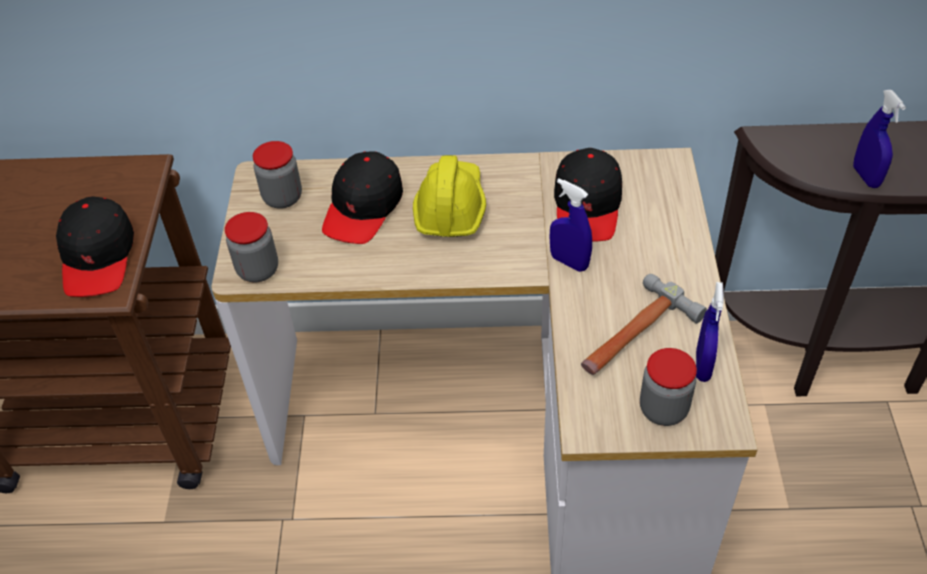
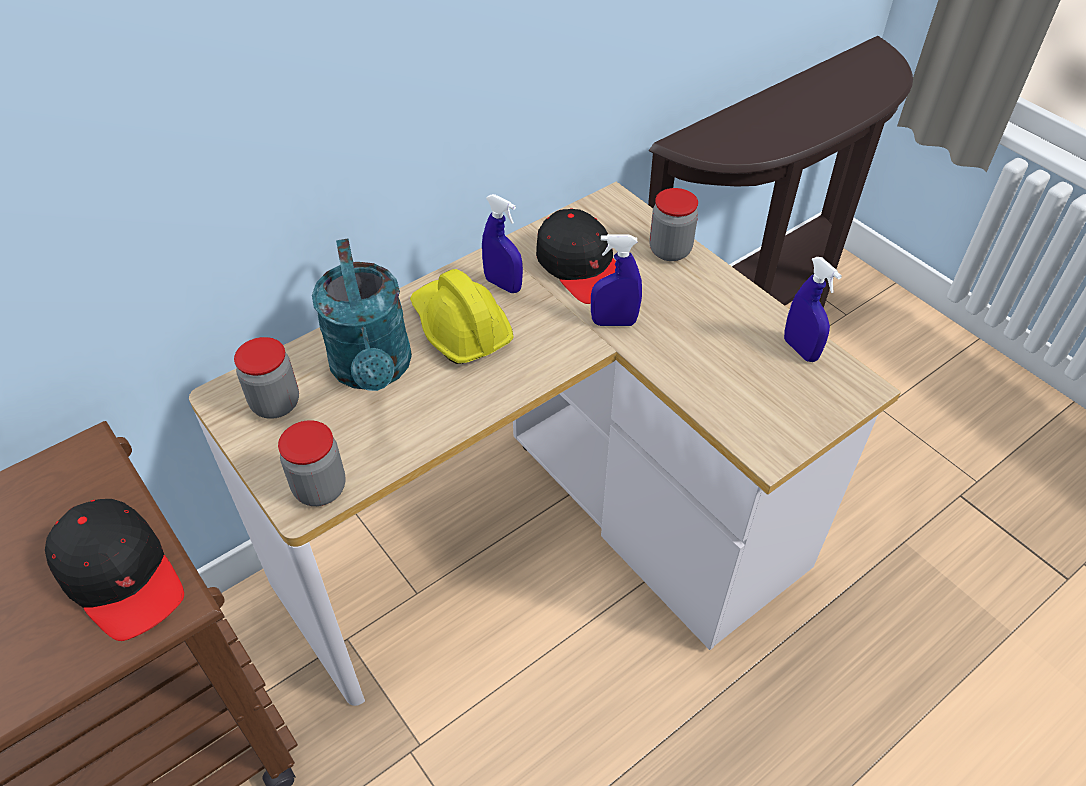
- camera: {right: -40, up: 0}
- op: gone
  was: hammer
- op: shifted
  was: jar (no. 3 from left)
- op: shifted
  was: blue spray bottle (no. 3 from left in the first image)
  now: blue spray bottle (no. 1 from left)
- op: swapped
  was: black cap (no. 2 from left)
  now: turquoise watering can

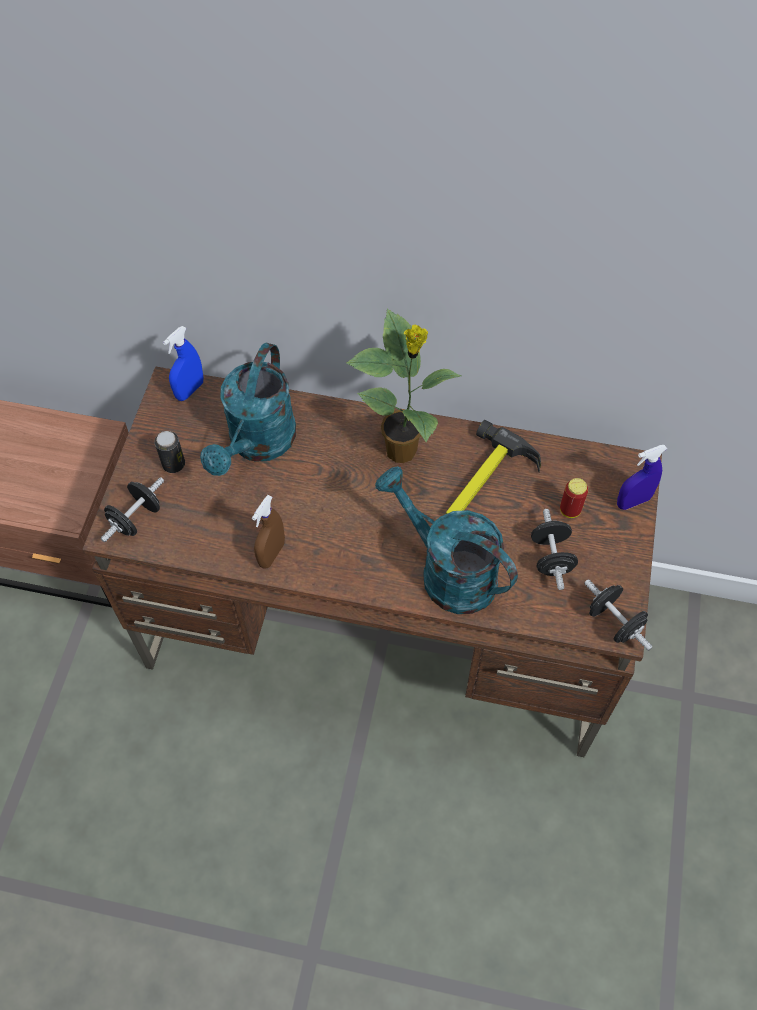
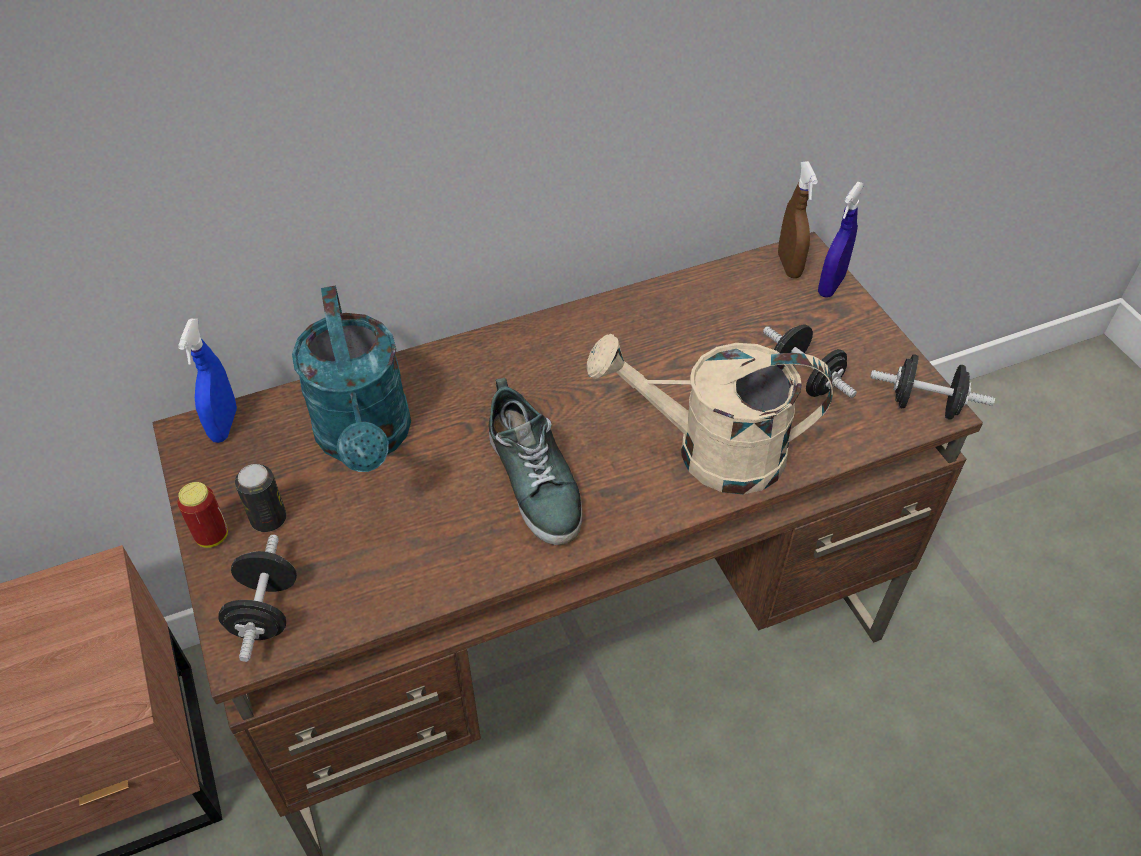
- camera: {right: -35, up: -10}
- op: gone
  was: potted plant
- op: gone
  was: hammer
- op: new
  now: shoe
- op: shifted
  was: brown spray bottle
- op: shifted
  was: can (no. 2 from left in the first image)
  now: can (no. 1 from left)
- op: repainted
  was: turquoise watering can (no. 2 from left)
  now: beige watering can

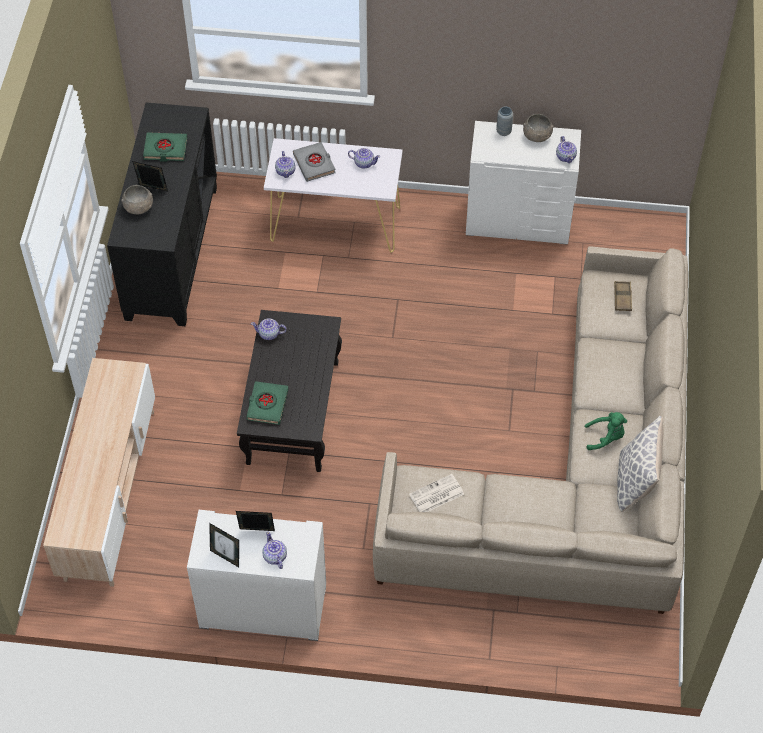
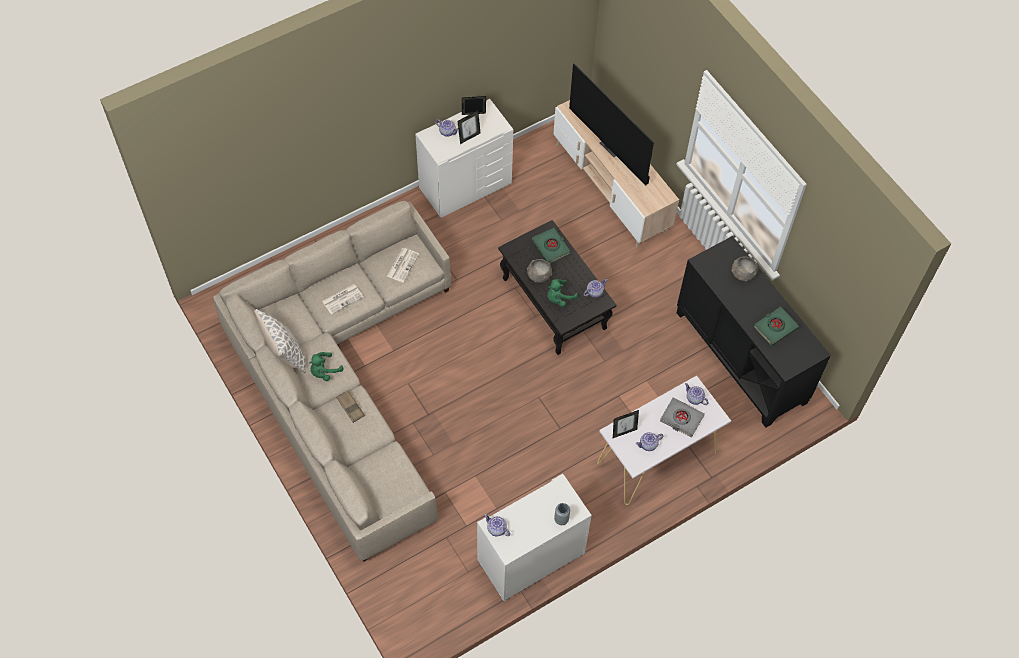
- camera: {right: 140, up: 5}
- op: new
  now: newspaper (no. 1 from left)
- op: new
  now: green plush toy (no. 2 from left)
- op: new
  now: television
- op: shifted
  was: picture frame (no. 1 from left in the first image)
  now: picture frame (no. 3 from left)
- op: shifted
  was: grey bowl (no. 2 from left in the first image)
  now: grey bowl (no. 1 from left)
- op: shifted
  was: brown tray

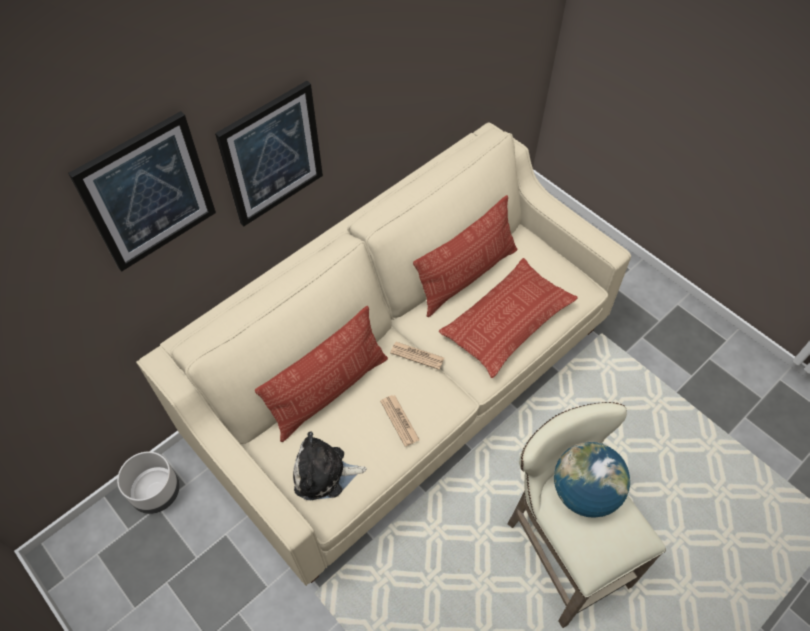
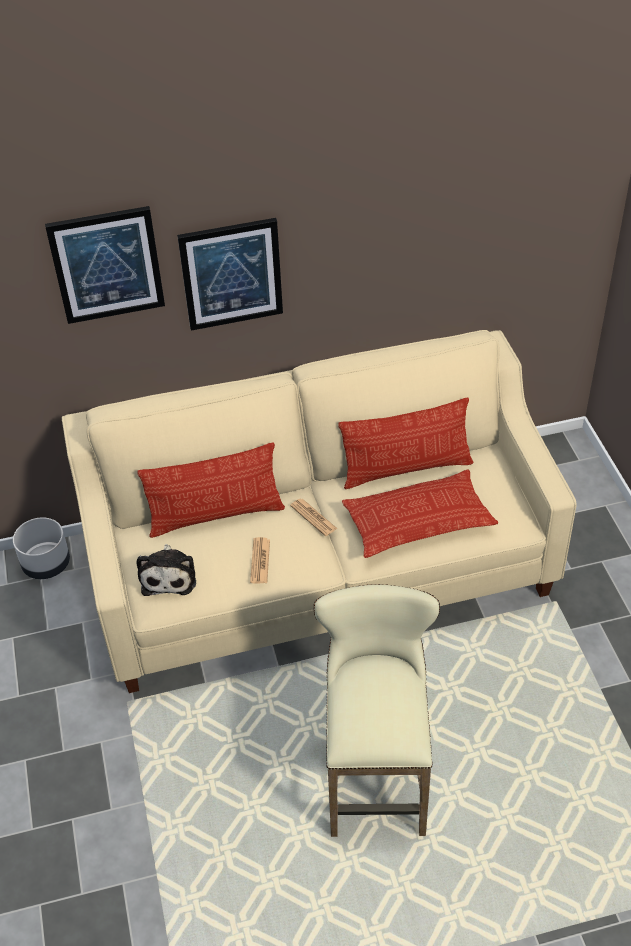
- camera: {right: 30, up: -10}
- op: gone
  was: globe
- op: rotated
  was: plush toy
  clockwise: -120

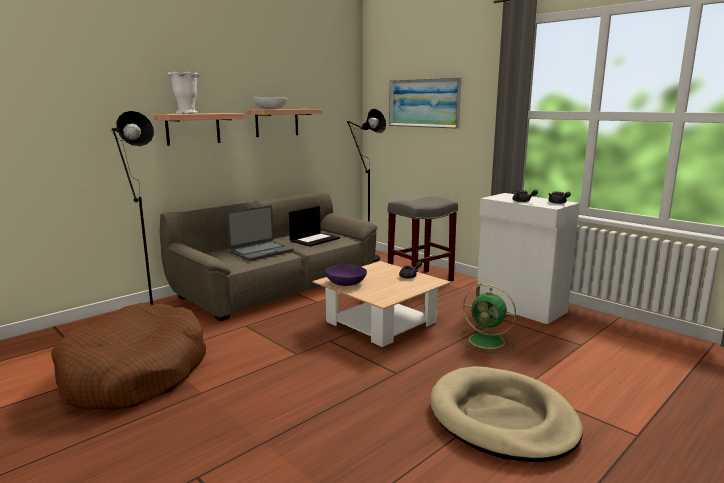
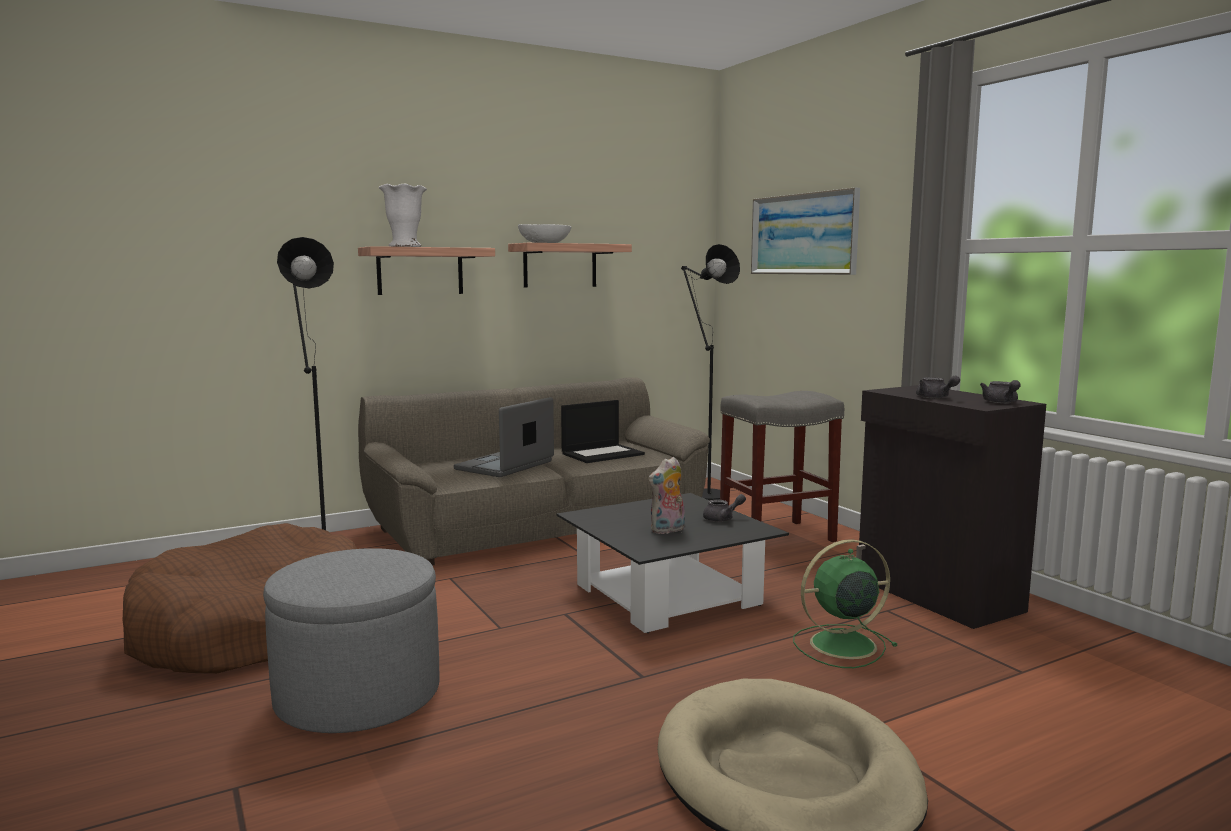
- camera: {right: 15, up: -5}
- op: gone
  was: purple bowl
- op: new
  now: grey ottoman
- op: new
  now: plush toy
- op: repainted
  was: beige coffee table
  now: black coffee table
- op: repainted
  was: white cabinet
  now: black cabinet
- op: rotated
  was: laptop (no. 1 from left)
  clockwise: 150
- op: rotated
  was: green fan
  clockwise: 120

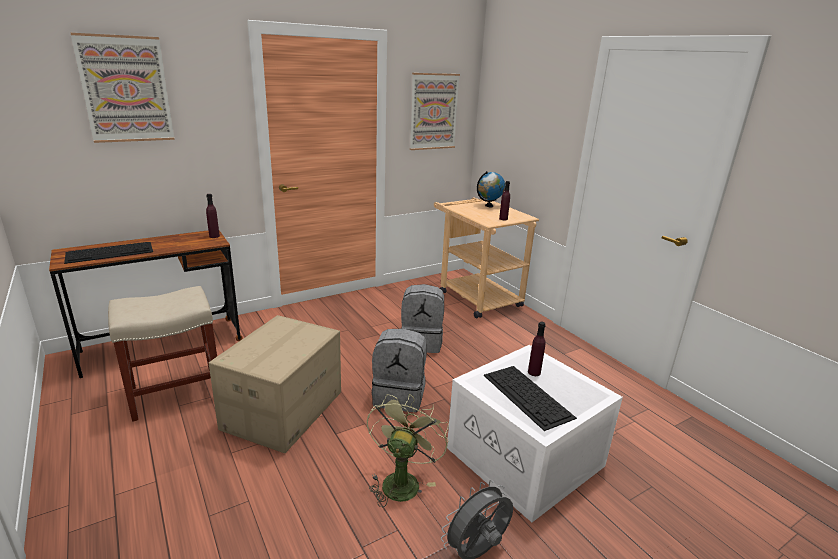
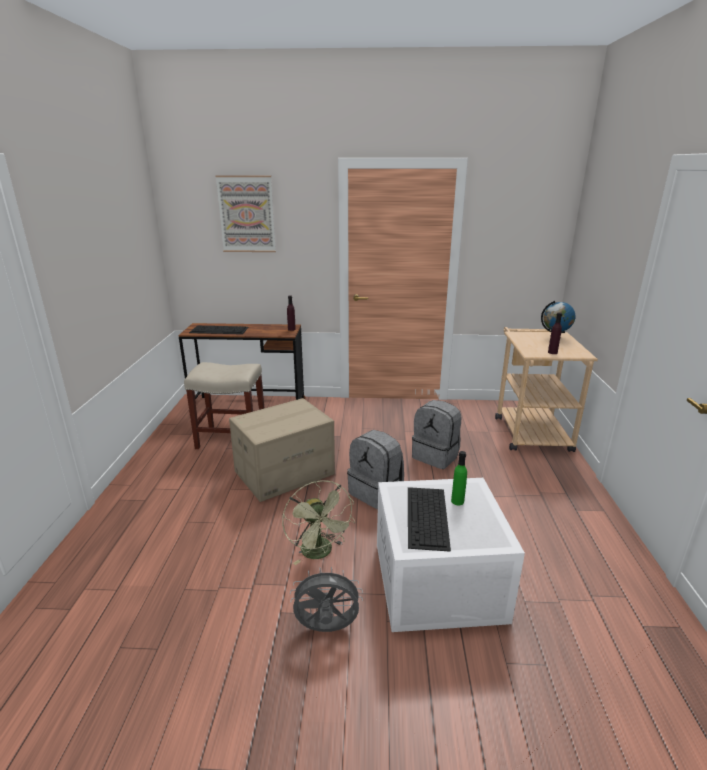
- camera: {right: 35, up: 0}
- op: gone
  was: picture (no. 2 from left)
- op: repainted
  was: purple bottle (no. 3 from left)
  now: green bottle
- op: rotated
  was: green fan
  clockwise: 105

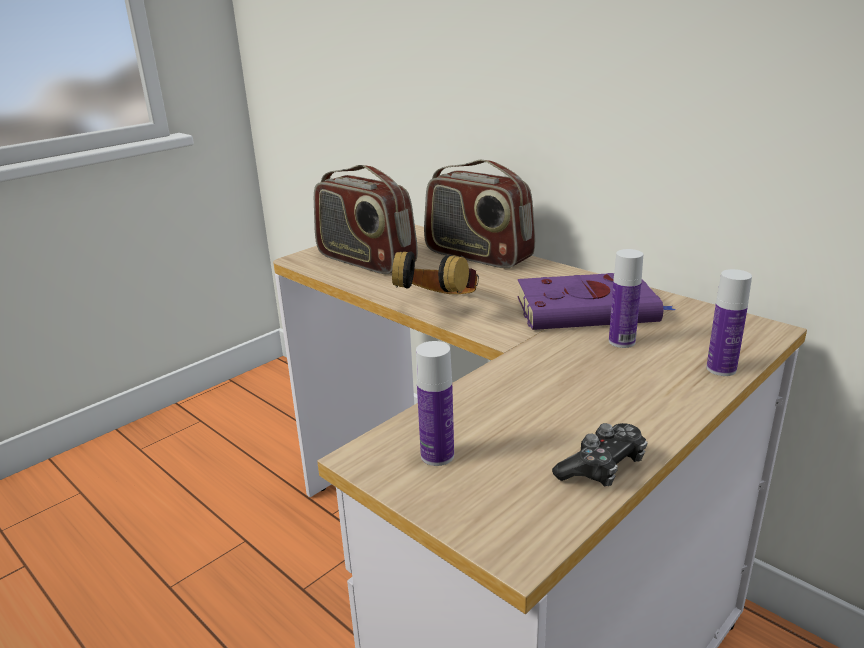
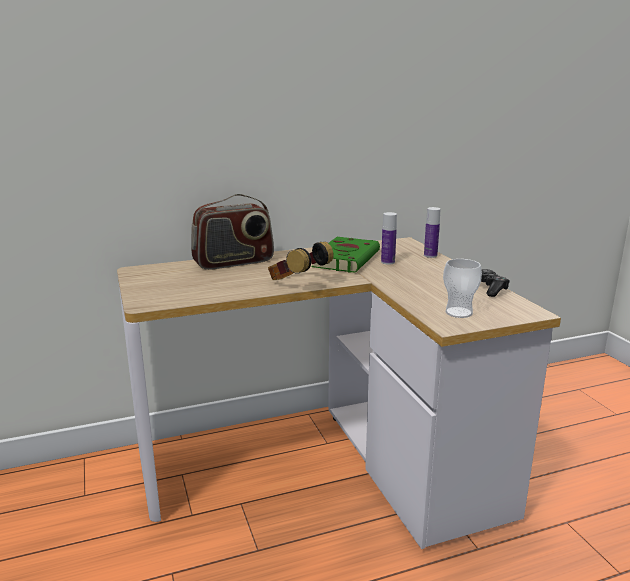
- camera: {right: -65, up: -5}
- op: gone
  was: radio (no. 1 from left)
- op: swapped
  was: bottle (no. 1 from left)
  now: cup
- op: repainted
  was: purple book
  now: green book

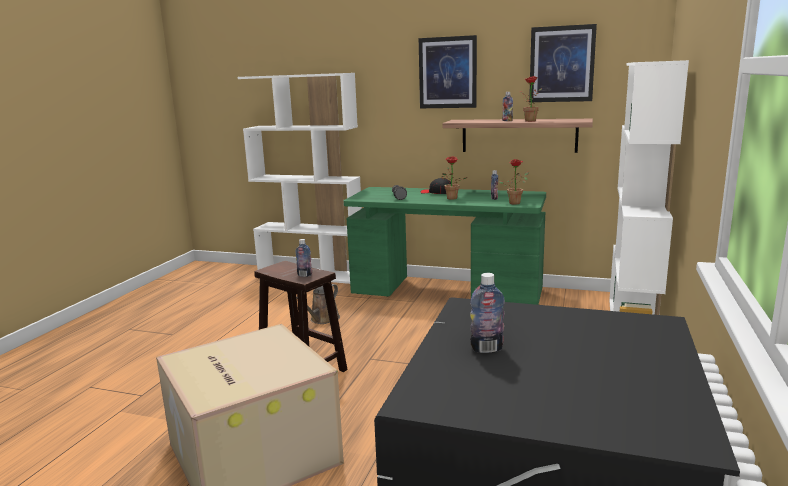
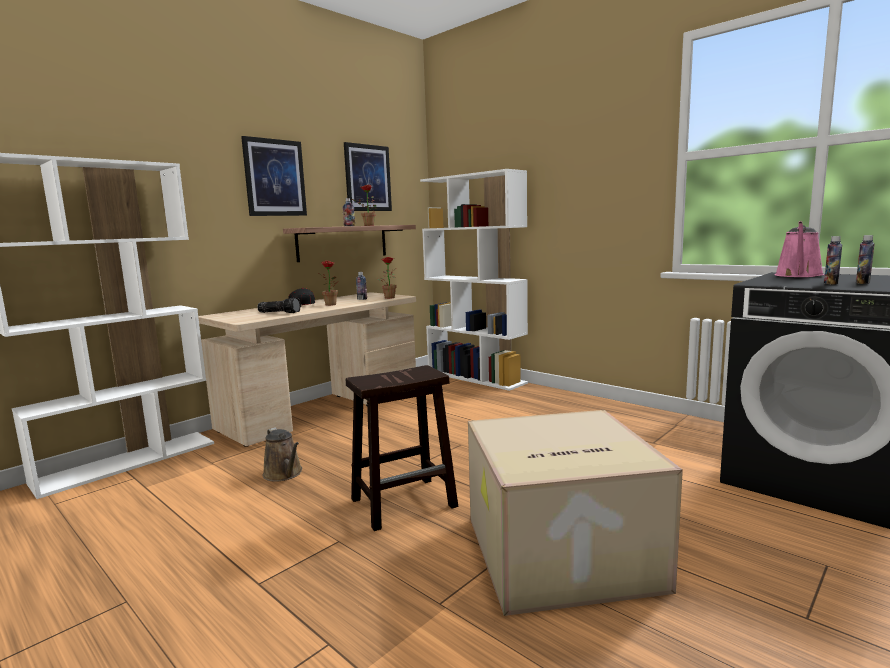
- camera: {right: -65, up: -5}
- op: new
  now: pink watering can
- op: shifted
  was: bottle (no. 1 from left in the first image)
  now: bottle (no. 4 from left)
- op: repainted
  was: green desk
  now: beige desk

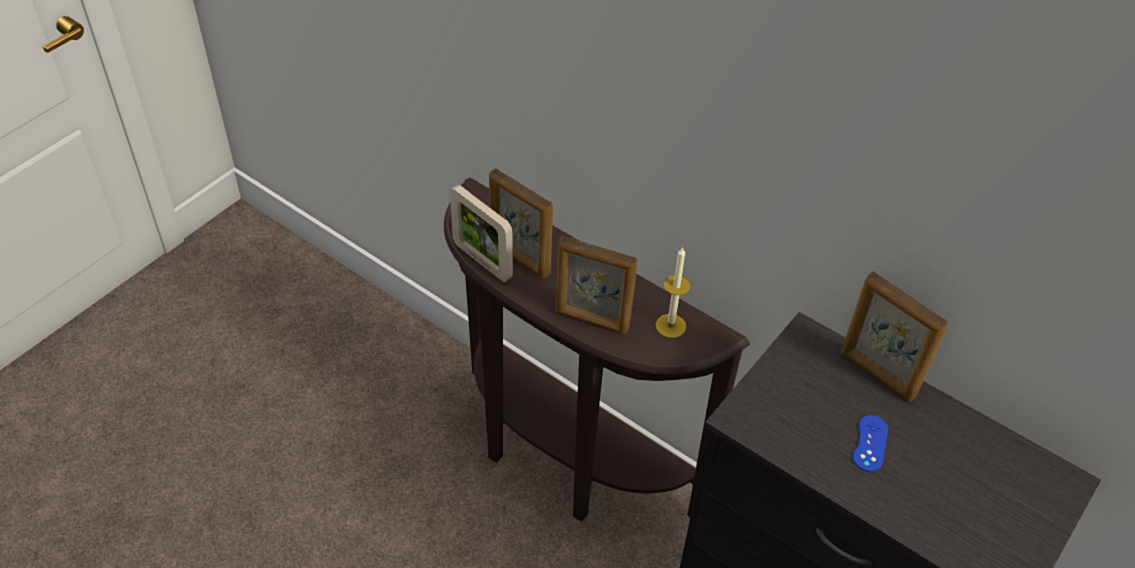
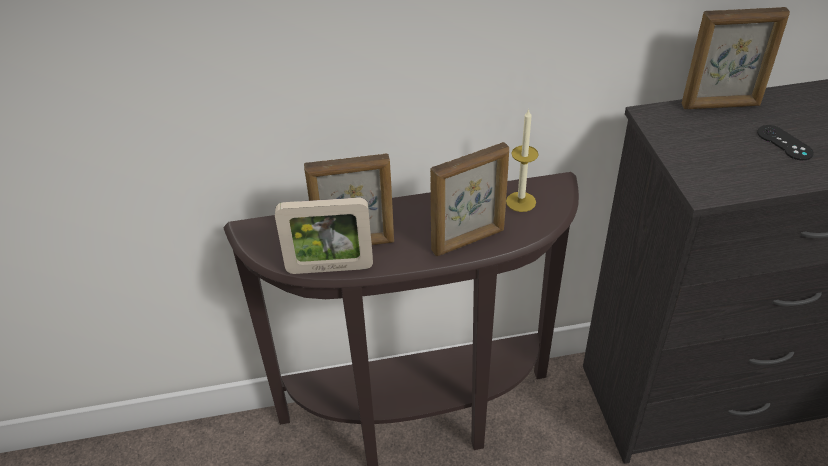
- camera: {right: -45, up: -5}
- op: repainted
  was: blue game controller
  now: black game controller

